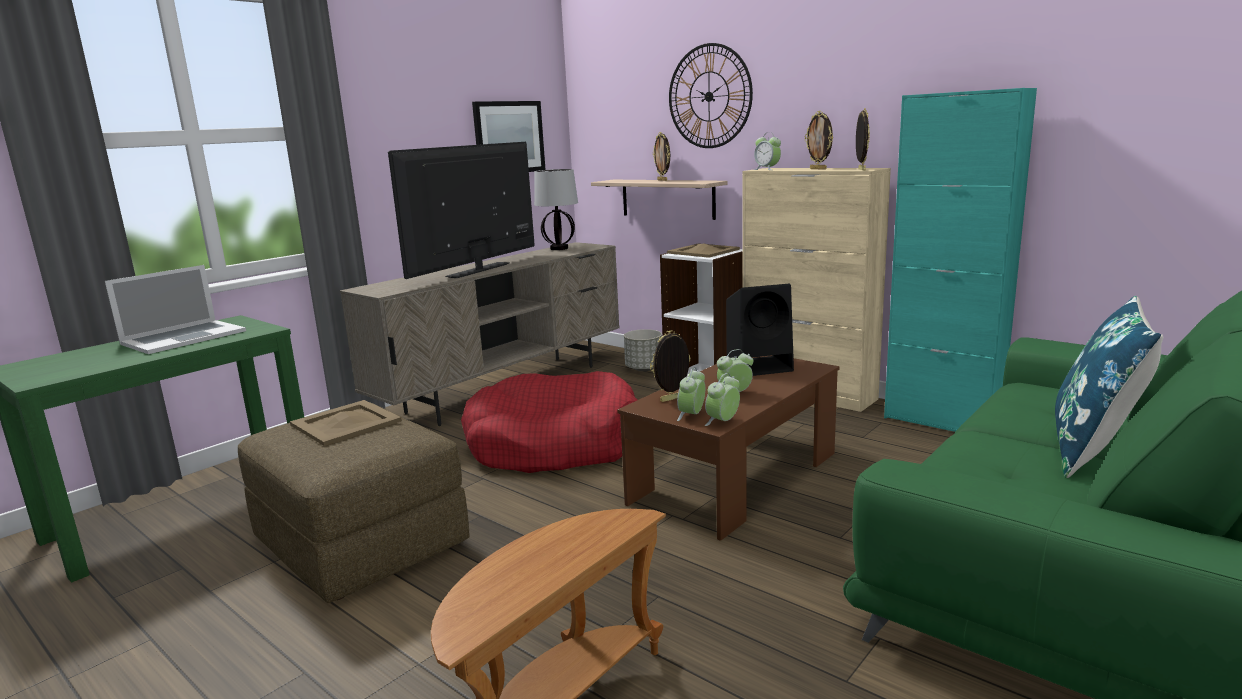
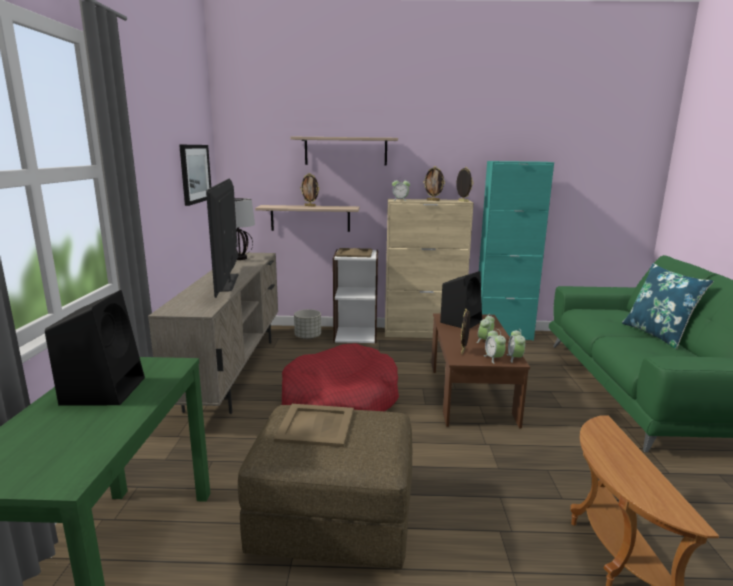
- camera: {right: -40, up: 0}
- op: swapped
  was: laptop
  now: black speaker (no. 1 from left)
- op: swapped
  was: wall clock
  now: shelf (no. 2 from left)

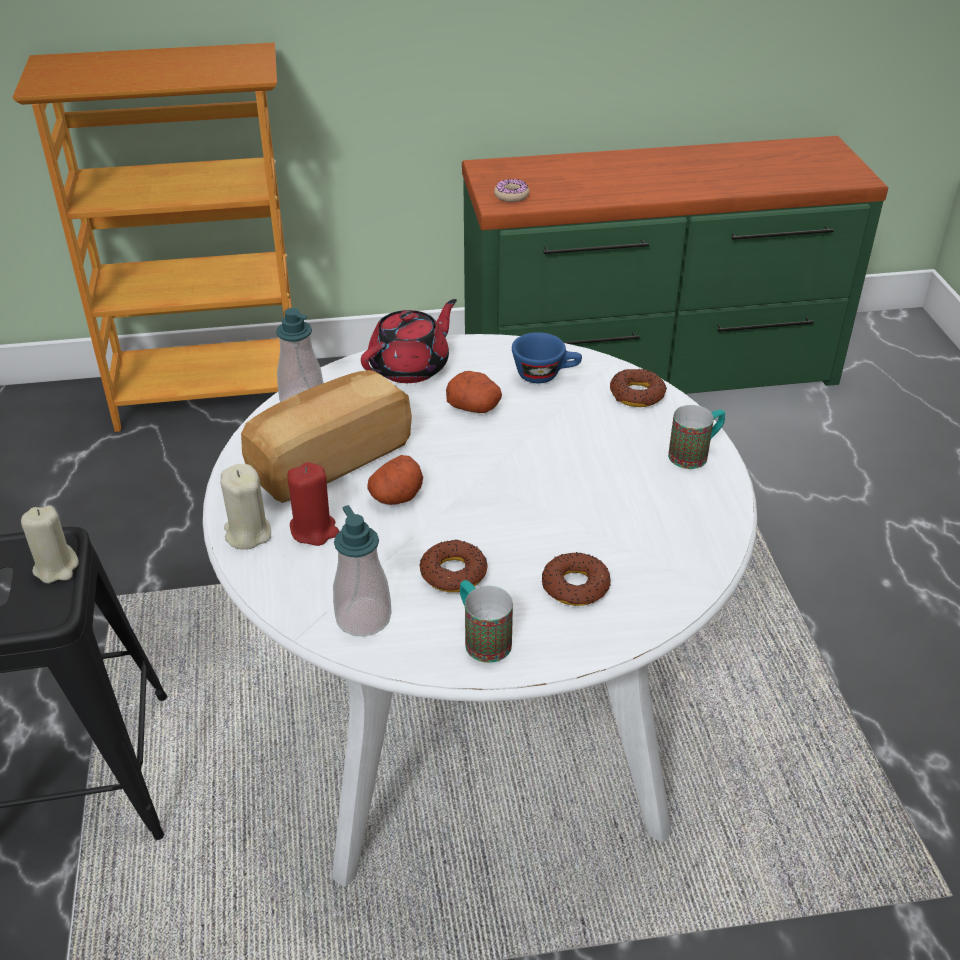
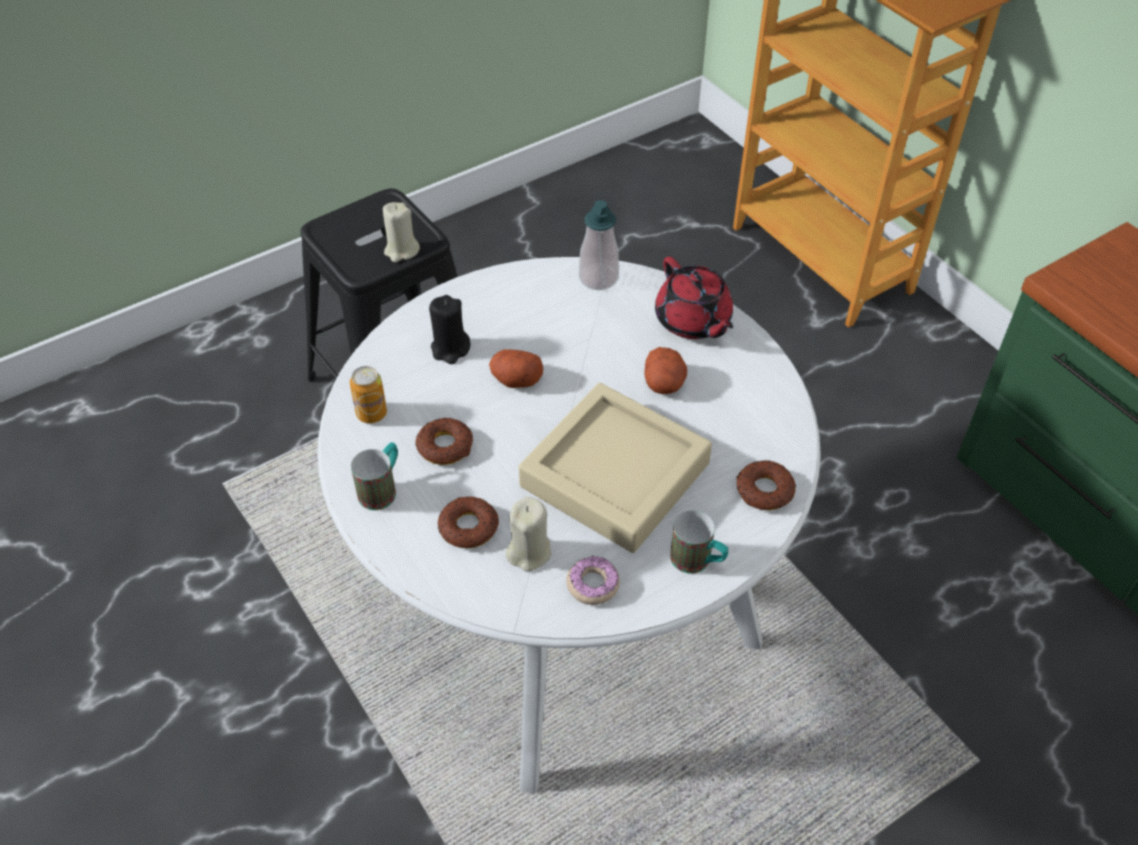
- camera: {right: 65, up: 10}
- op: gone
  was: bread
- op: gone
  was: blue cup
- op: new
  now: beige tray
- op: shifted
  was: beige candle (no. 2 from left)
- op: shifted
  was: donut (no. 2 from left in the first image)
  now: donut (no. 3 from left)
- op: swapped
  was: soap dispenser (no. 2 from left)
  now: can
- op: repainted
  was: red candle
  now: black candle
- op: rotated
  was: red teapot
  clockwise: 45

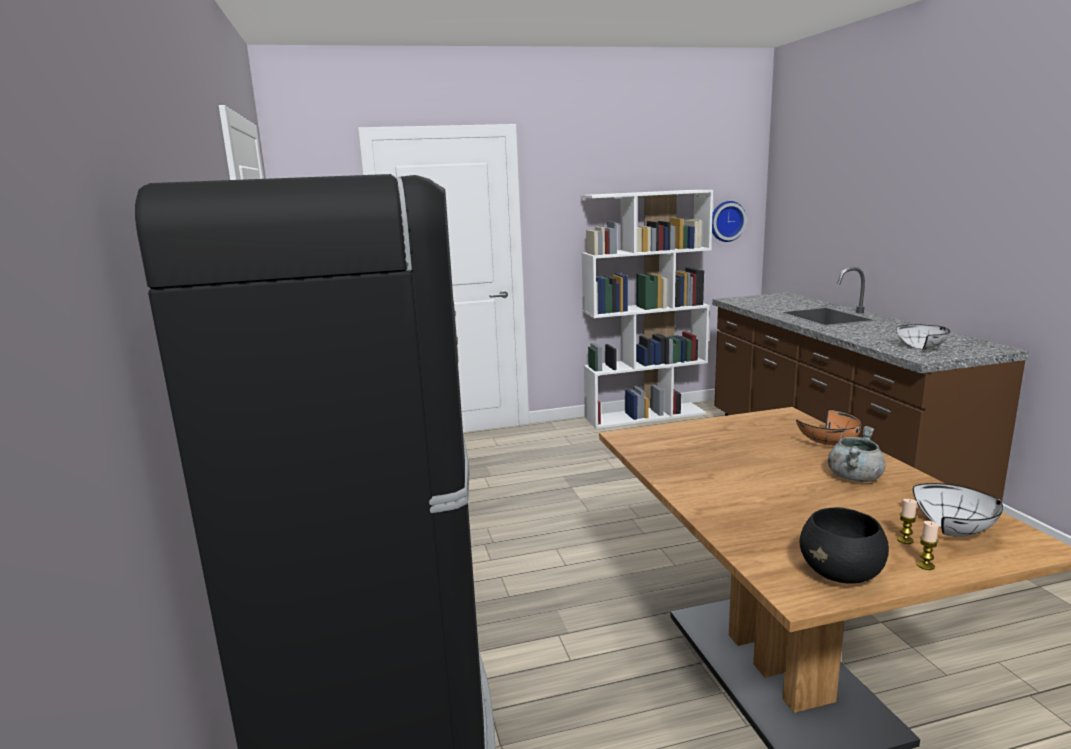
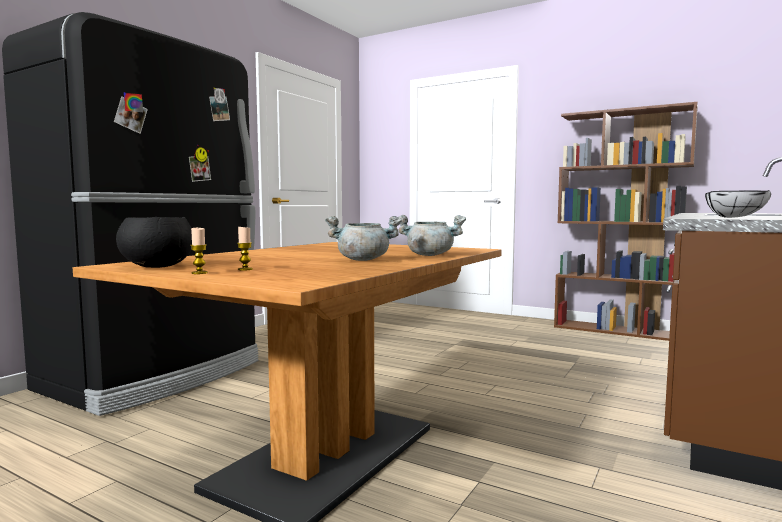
- camera: {right: 45, up: -10}
- op: gone
  was: wall clock
- op: gone
  was: white bowl (no. 2 from left)
- op: swapped
  was: orange bowl
  now: grey cooking pot (no. 2 from left)
- op: repainted
  was: white bookcase
  now: brown bookcase

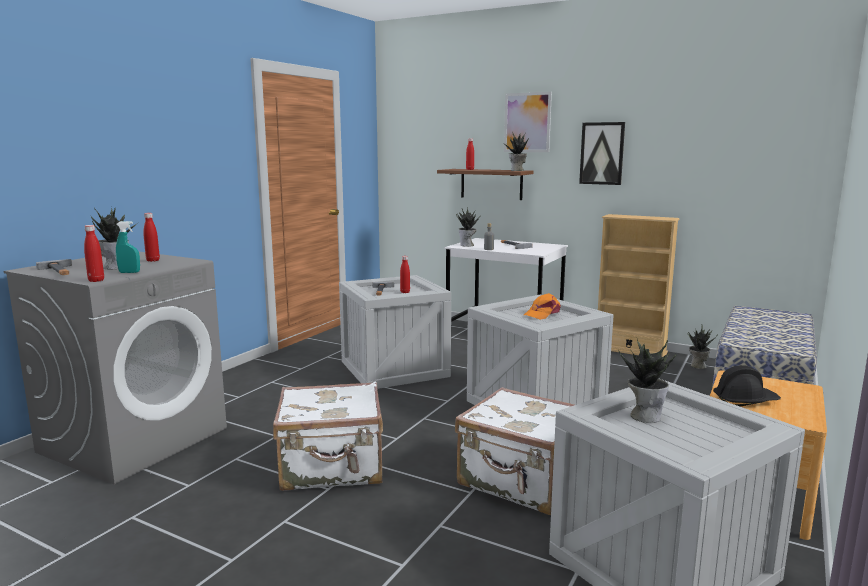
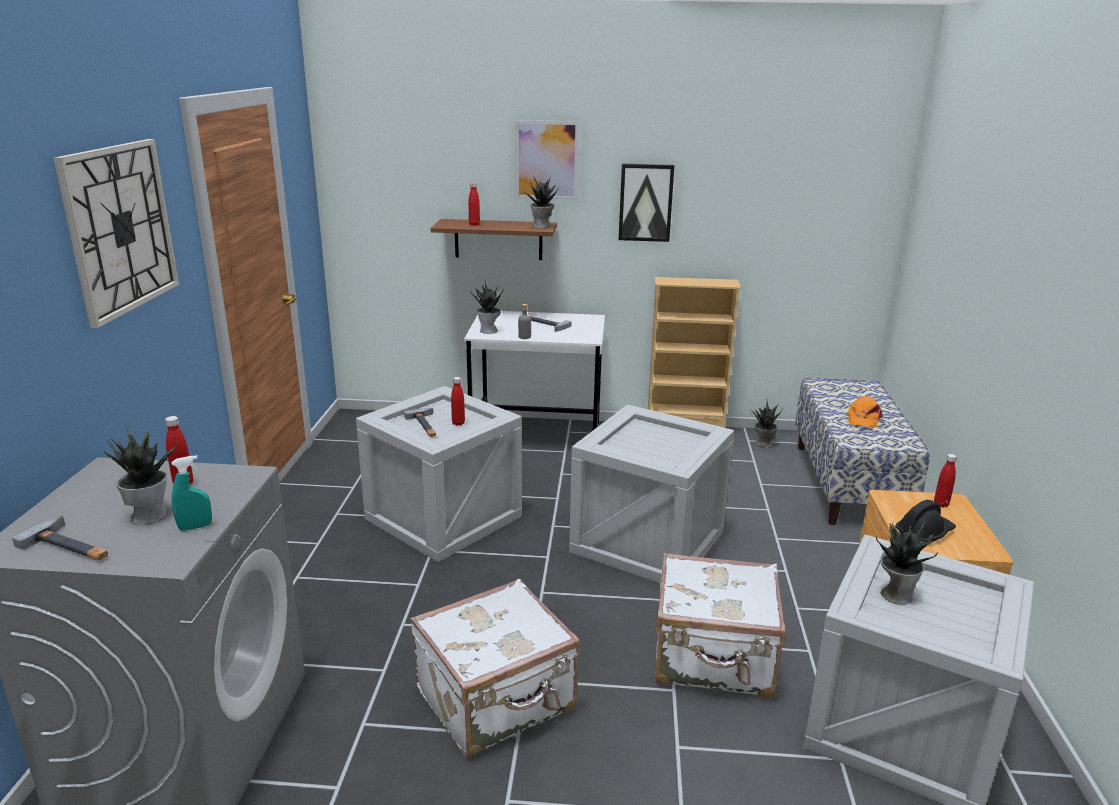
- camera: {right: -25, up: 10}
- op: new
  now: wall clock
- op: shifted
  was: red bottle (no. 1 from left in the first image)
  now: red bottle (no. 4 from left)
- op: shifted
  was: orange cap

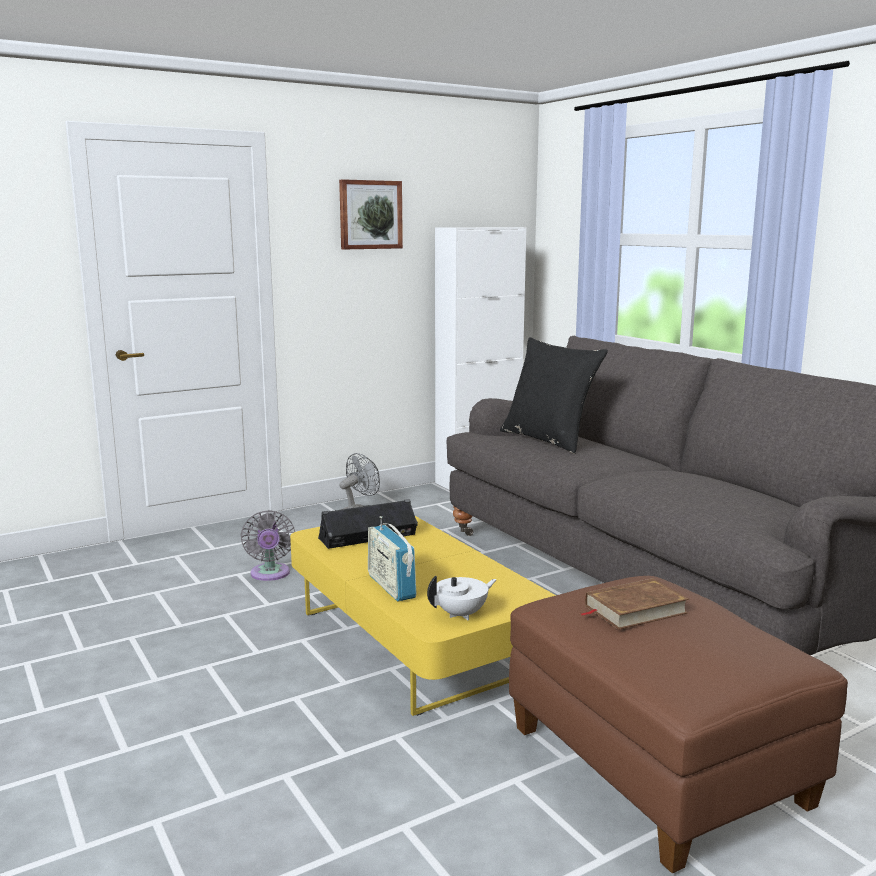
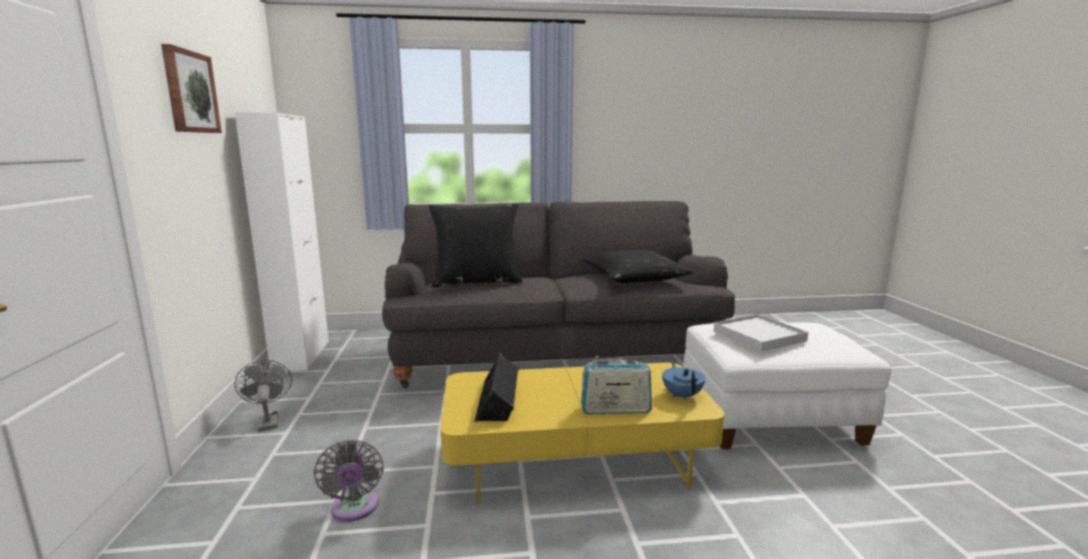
- camera: {right: -65, up: 0}
- op: new
  now: black pillow (no. 2 from left)
- op: swapped
  was: brown book
  now: white tray
- op: repainted
  was: white teapot
  now: blue teapot
- op: repainted
  was: brown ottoman
  now: white ottoman
- op: rotated
  was: grey fan (no. 1 from left in the first image)
  clockwise: 60

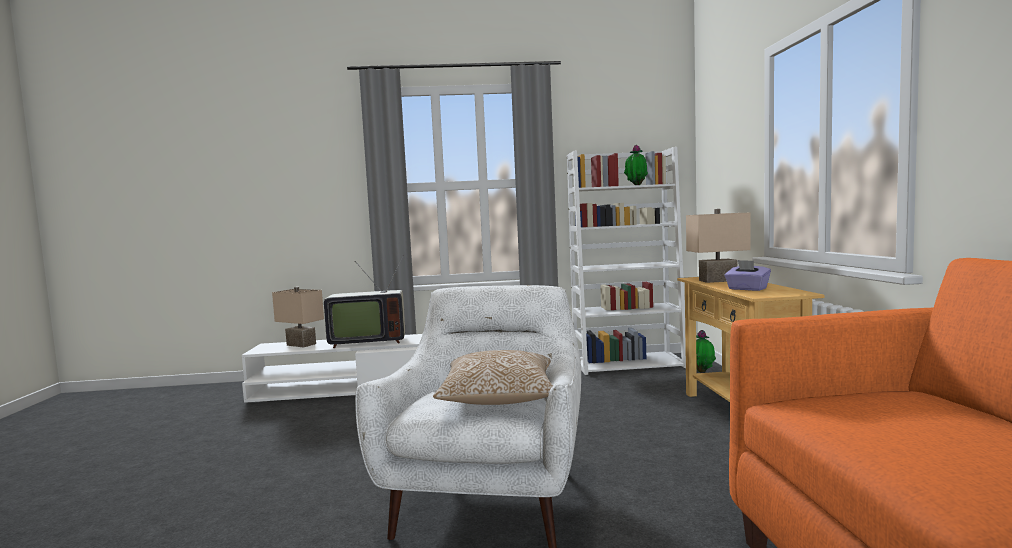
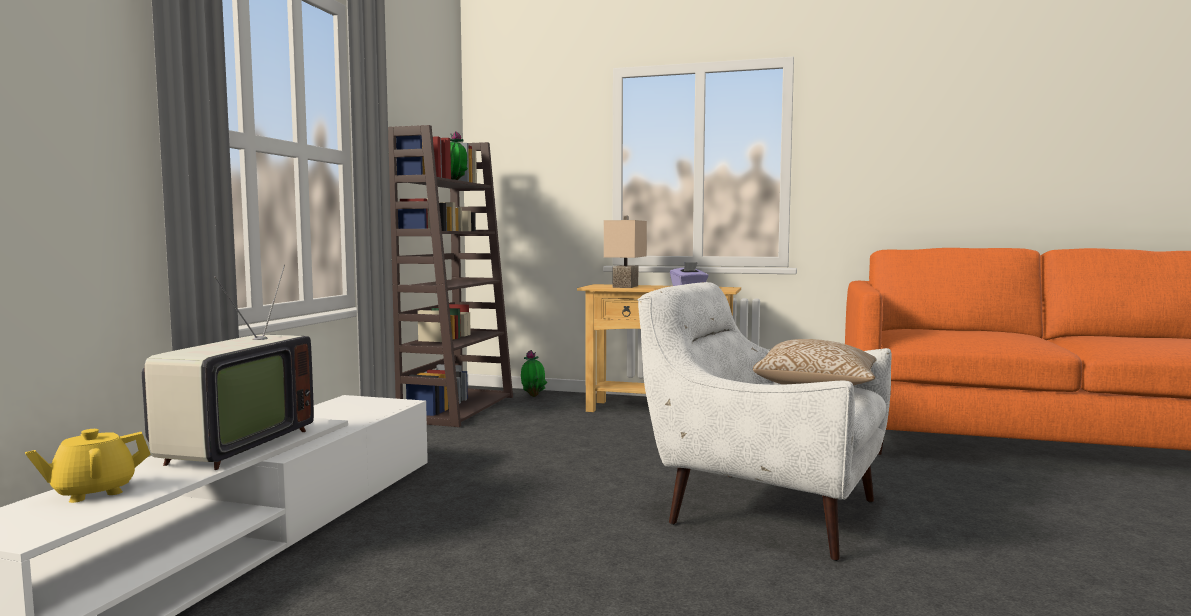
- camera: {right: -70, up: 0}
- op: swapped
  was: beige table lamp (no. 1 from left)
  now: yellow teapot
- op: repainted
  was: white bookcase
  now: brown bookcase

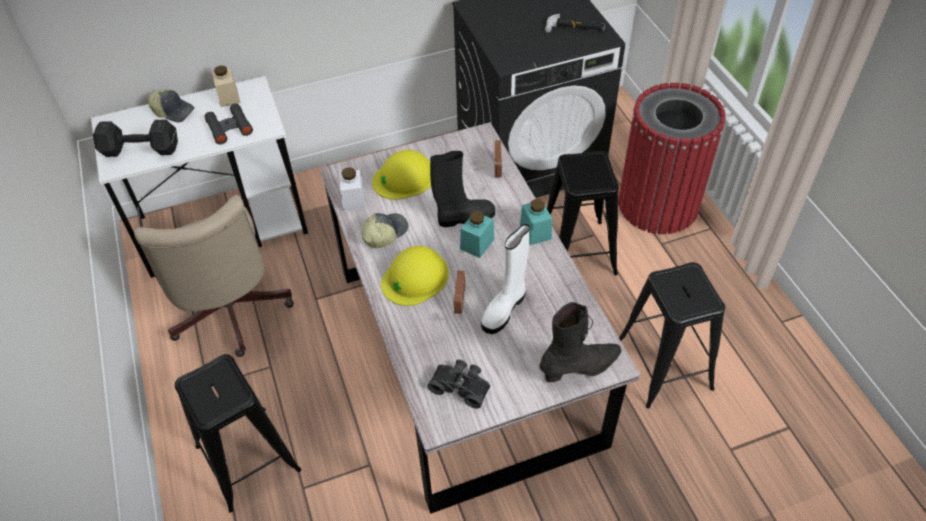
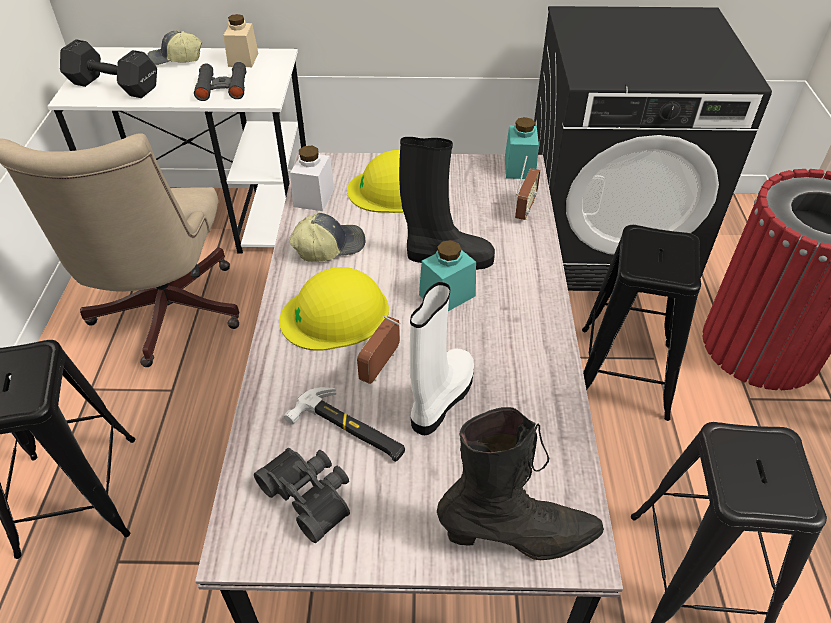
- camera: {right: 20, up: -5}
- op: shifted
  was: turquoise jar (no. 2 from left)
- op: shifted
  was: hammer
- op: rotated
  was: cap (no. 1 from left)
  clockwise: 135
- op: rotated
  was: white boot
  clockwise: 150

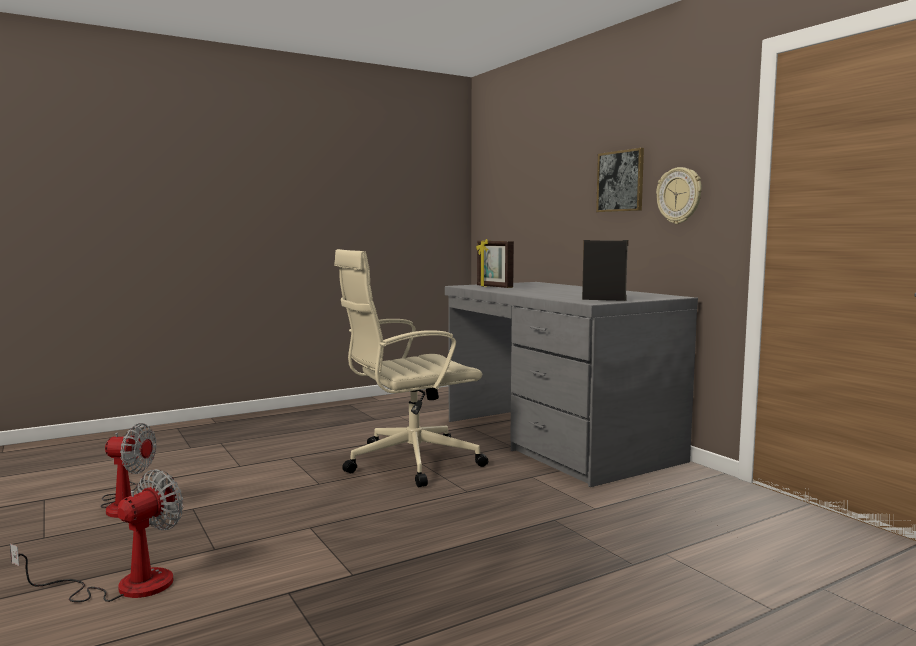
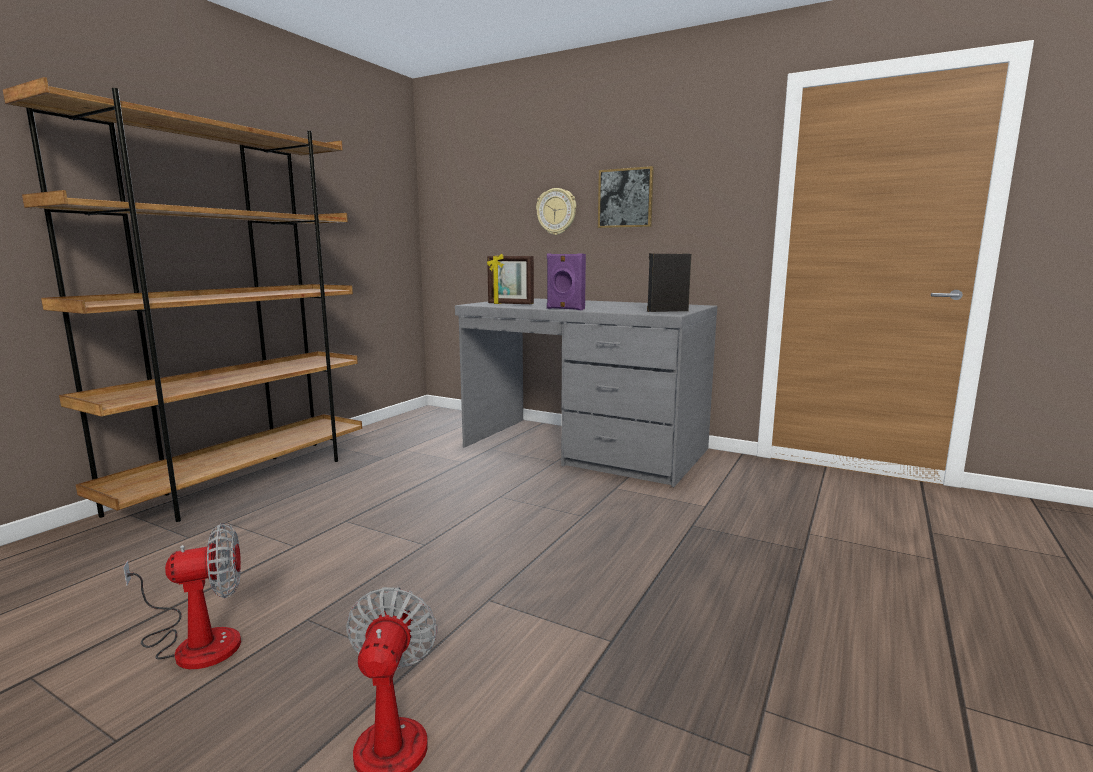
- camera: {right: -30, up: 5}
- op: gone
  was: beige office chair
- op: new
  now: brown bookcase
- op: new
  now: purple speaker
- op: shifted
  was: wall clock

